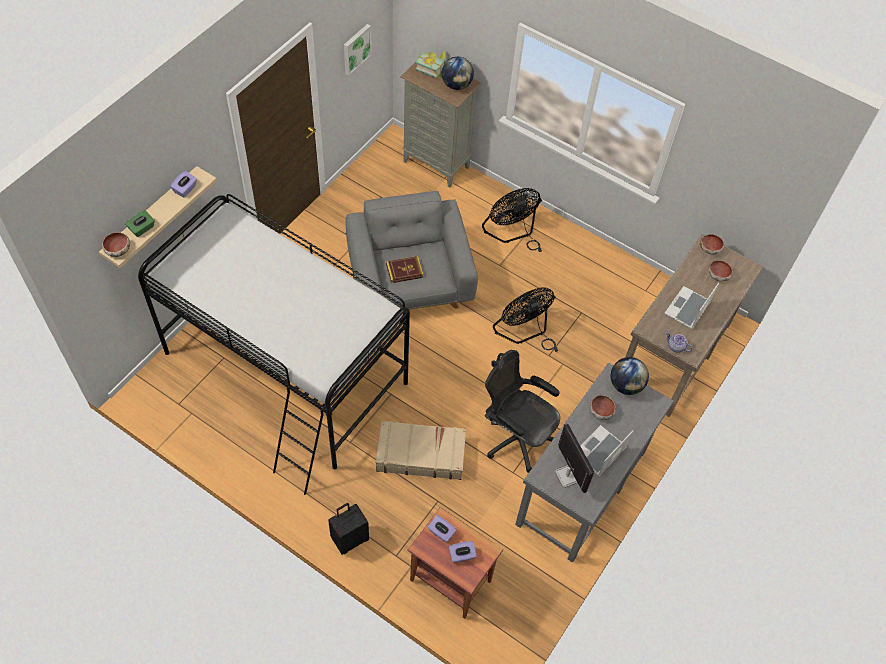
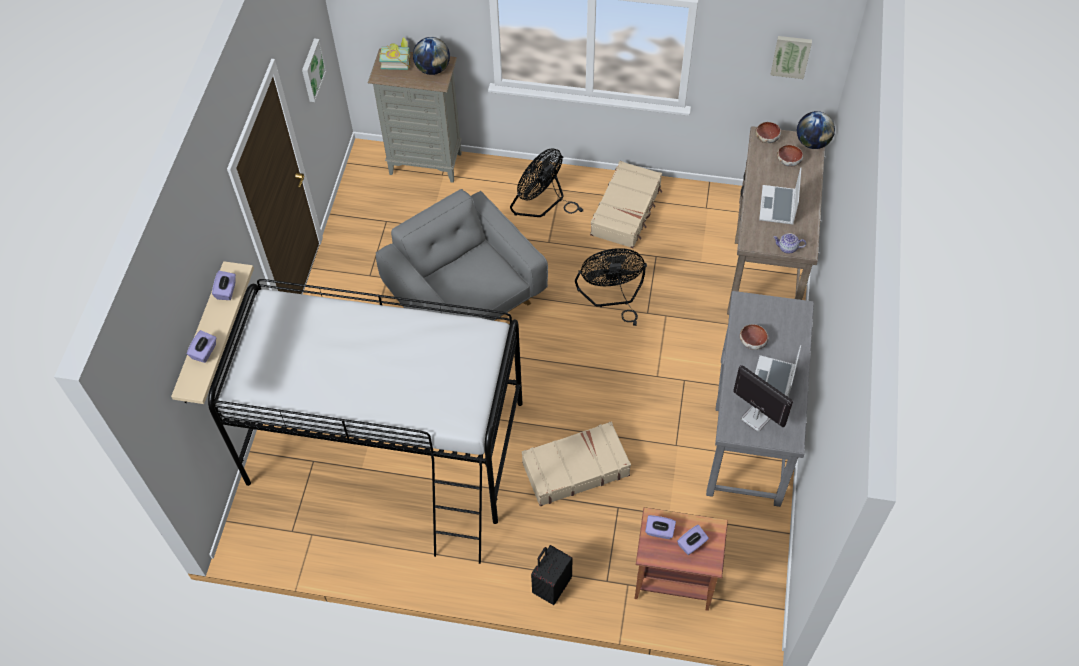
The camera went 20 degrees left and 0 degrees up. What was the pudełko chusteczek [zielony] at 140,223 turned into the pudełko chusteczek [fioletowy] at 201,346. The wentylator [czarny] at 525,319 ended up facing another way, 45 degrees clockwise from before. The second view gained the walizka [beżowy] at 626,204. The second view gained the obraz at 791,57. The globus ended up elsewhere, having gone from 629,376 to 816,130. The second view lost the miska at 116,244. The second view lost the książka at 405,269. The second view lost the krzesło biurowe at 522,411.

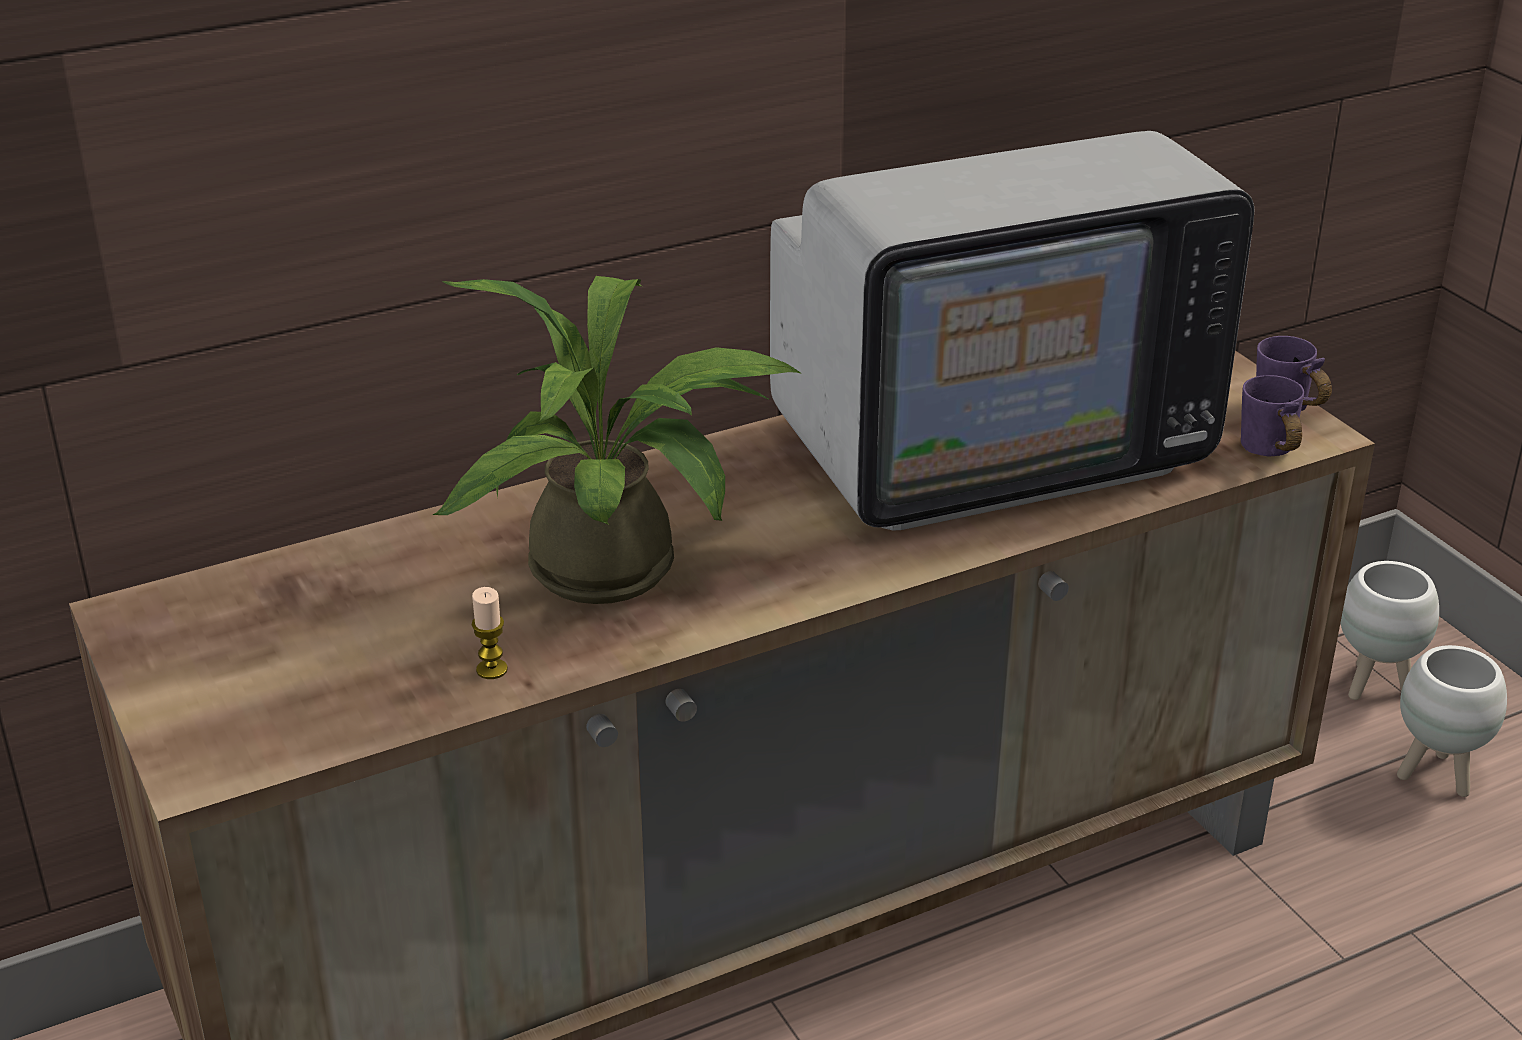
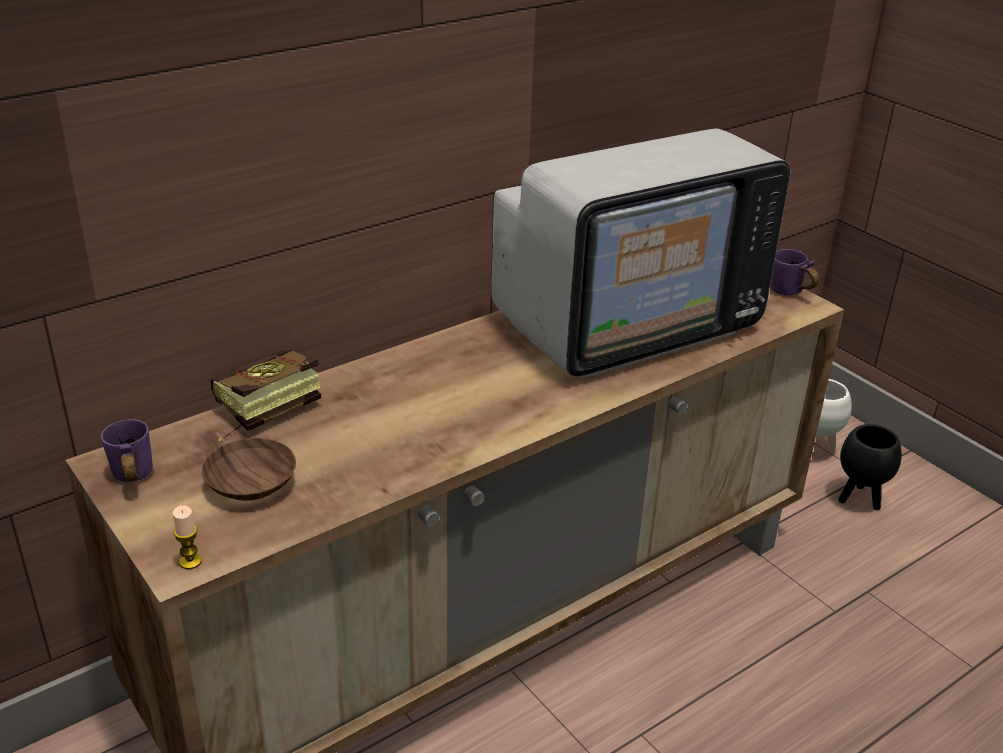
The camera went 10 degrees left and 0 degrees up. The kubek [fioletowy] ended up elsewhere, having gone from 1272,415 to 127,450. The świeca ended up elsewhere, having gone from 490,633 to 187,537. The second view gained the miska [brązowy] at 249,469. The second view gained the książka at 266,394. What was the donica [biały] at 1452,721 turned into the donica [czarny] at 870,467. The second view lost the roślina doniczkowa at 617,440.

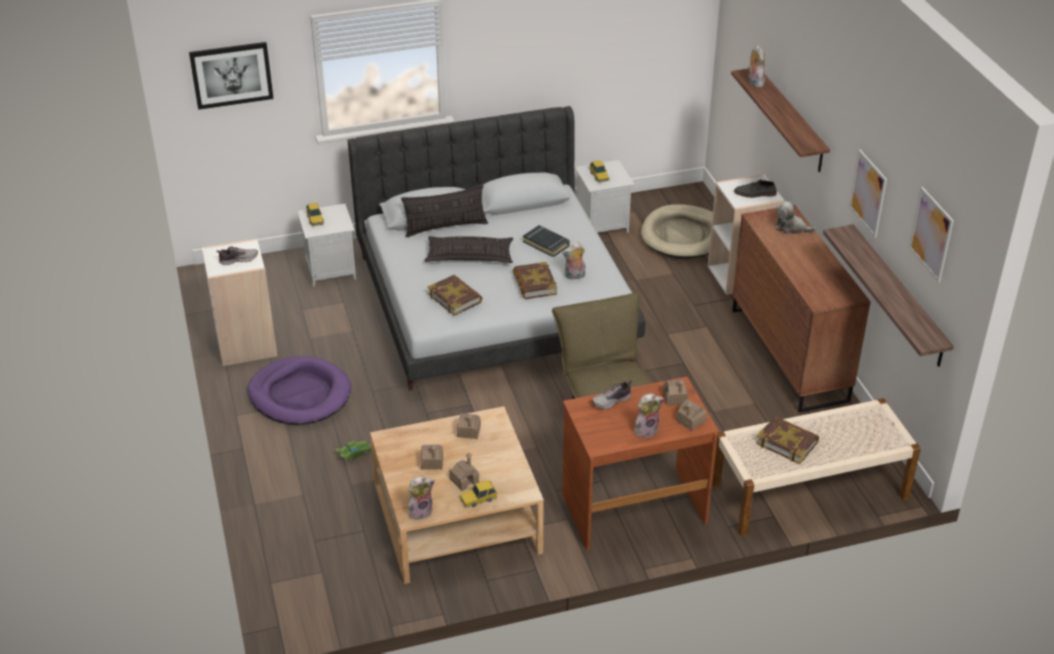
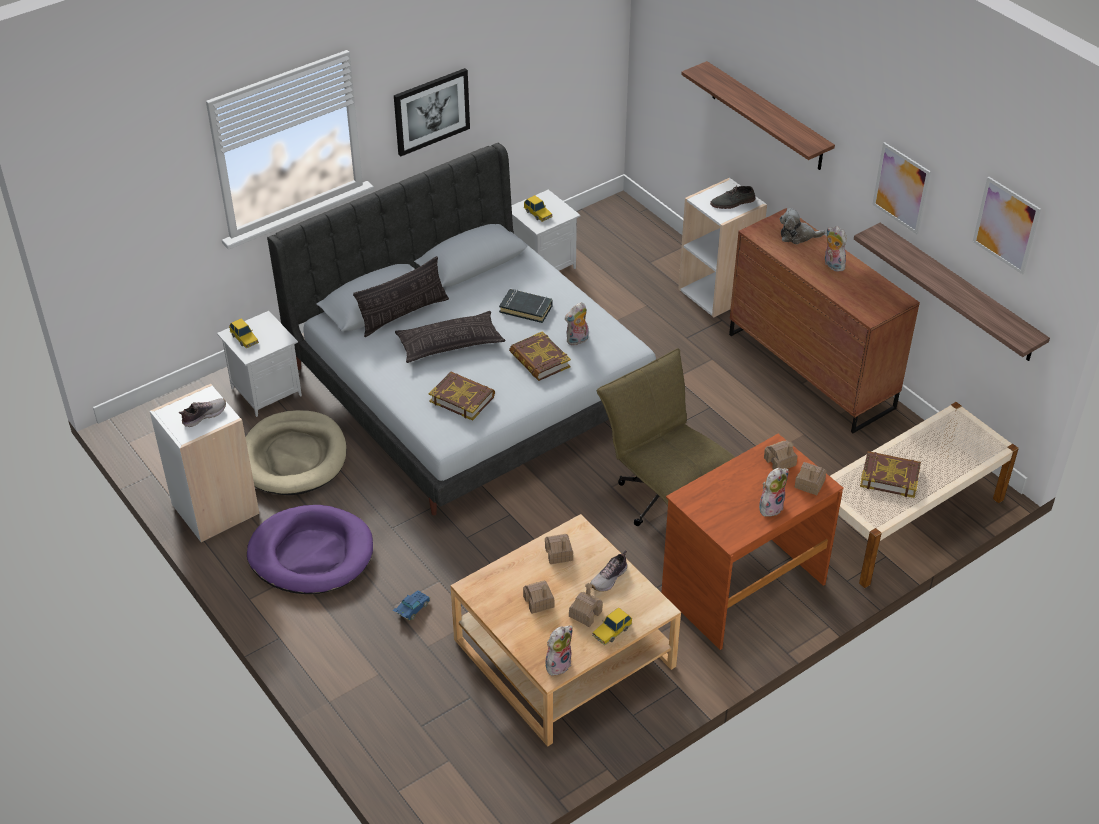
The camera went 20 degrees left and 5 degrees up. The legowisko [beżowy] ended up elsewhere, having gone from 677,231 to 296,452. What was the samochodzik [zielony] at 354,451 turned into the samochodzik [niebieski] at 411,605. The obraz ended up elsewhere, having gone from 231,76 to 432,112. The but ended up elsewhere, having gone from 611,394 to 608,571. The pluszak ended up elsewhere, having gone from 756,66 to 835,249.

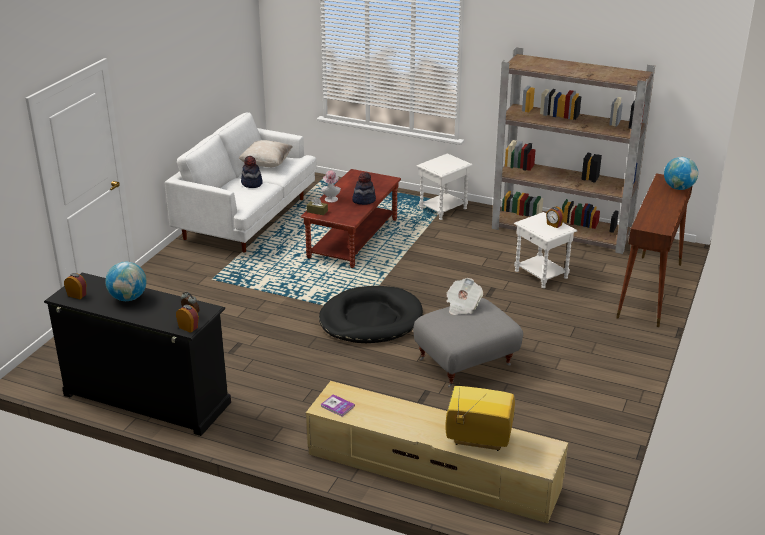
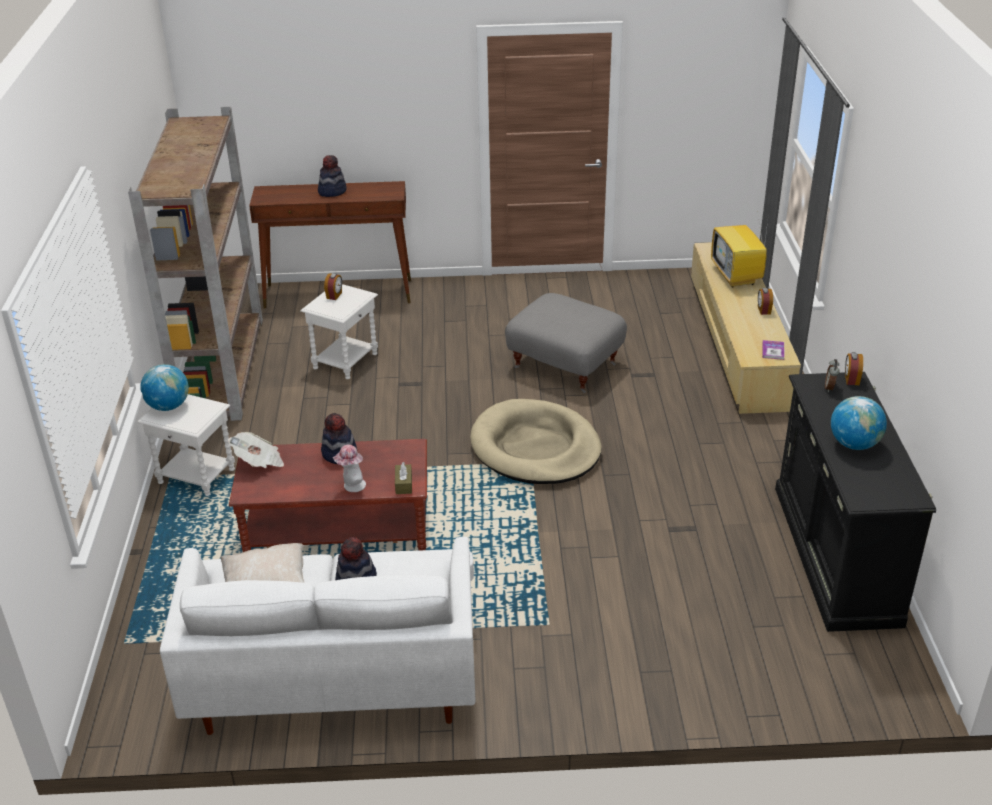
The camera went 115 degrees left and 5 degrees up. The globus ended up elsewhere, having gone from 681,173 to 164,387. The gazeta ended up elsewhere, having gone from 464,296 to 256,450. The second view gained the kapelusz at 332,176. What was the legowisko [czarny] at 371,314 turned into the legowisko [beżowy] at 536,441. The budzik ended up elsewhere, having gone from 75,286 to 765,301.

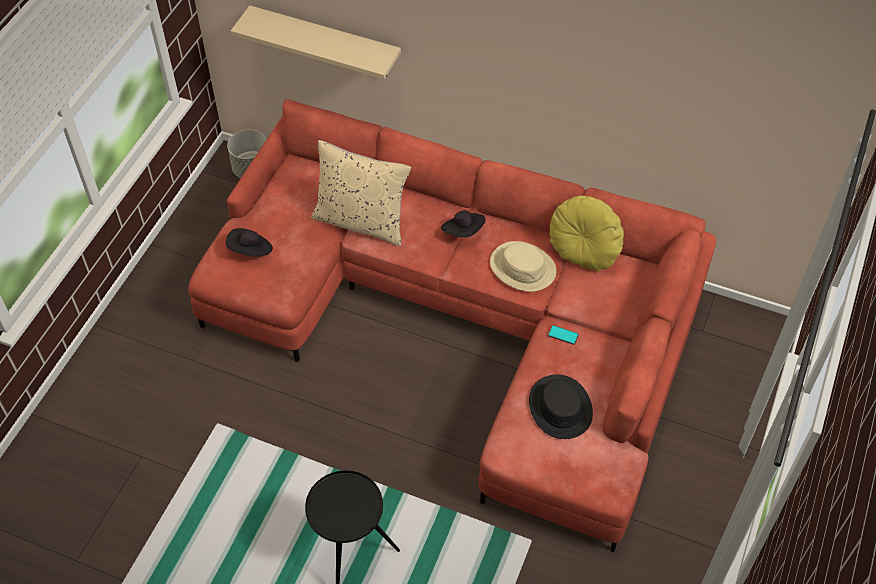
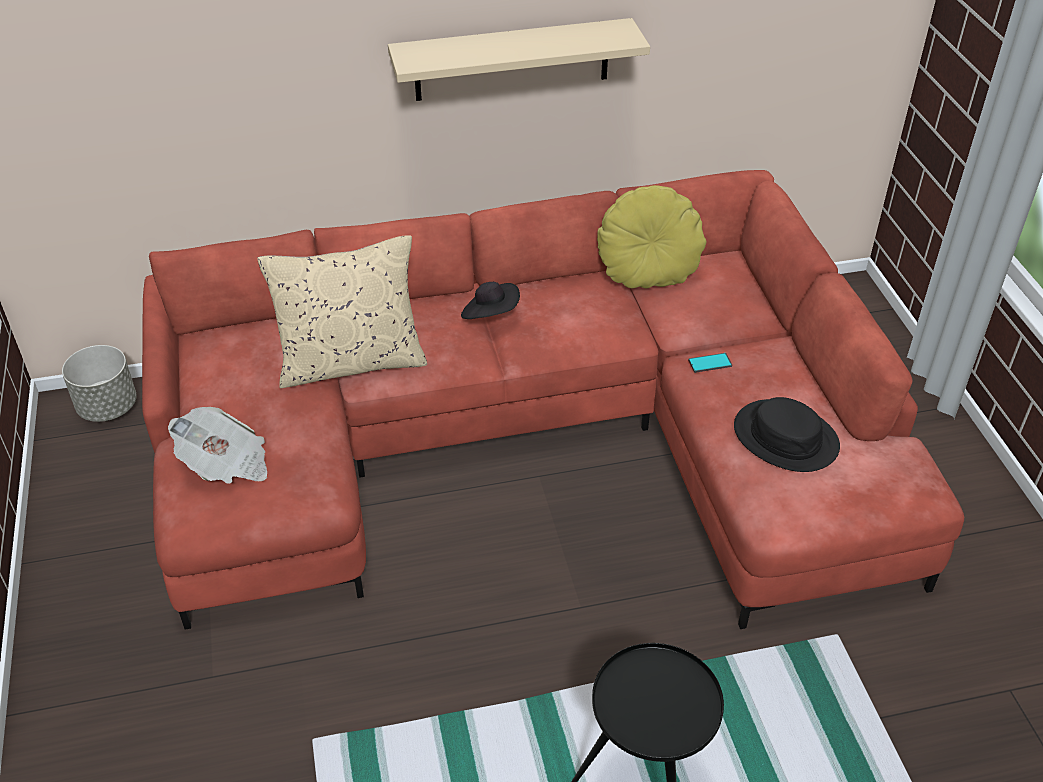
The camera went 35 degrees left and 10 degrees down. Where the kapelusz [czarny] stood at 249,242, the gazeta came to stand at 217,445. The półka [beżowy] ended up elsewhere, having gone from 316,42 to 519,59. The second view lost the kapelusz [beżowy] at 523,266.

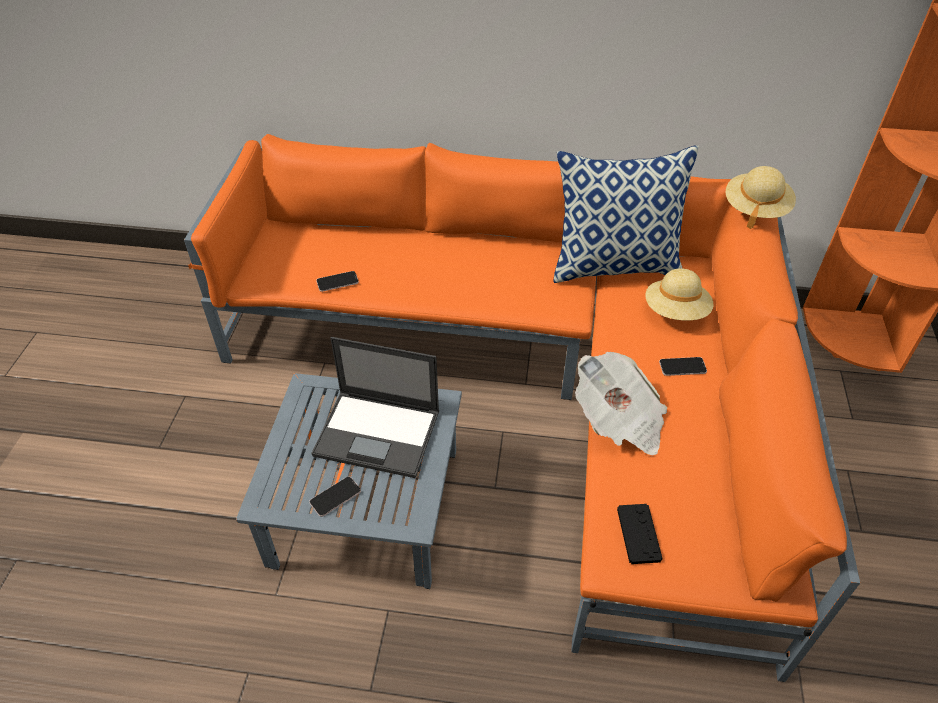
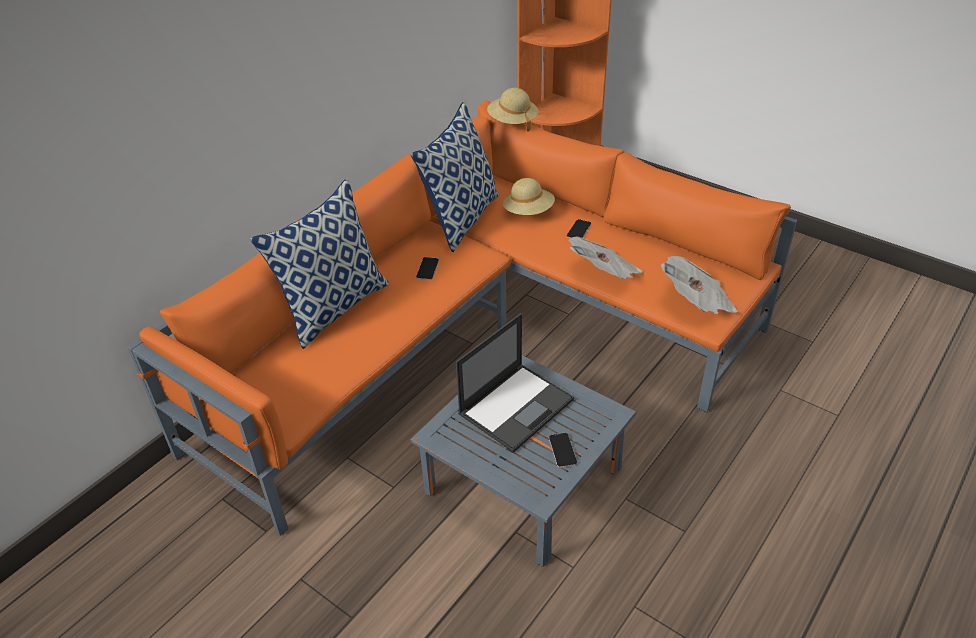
The camera went 60 degrees left and 5 degrees down. The second view gained the poduszka at 319,263. The telefon ended up elsewhere, having gone from 337,281 to 427,268. Where the pad do gier [czarny] stood at 640,534, the gazeta came to stand at 699,285.

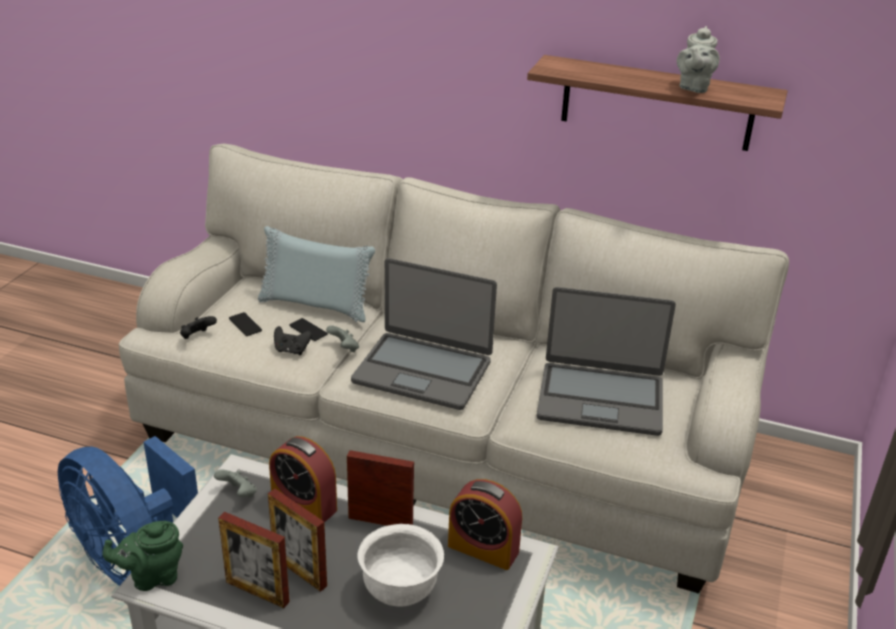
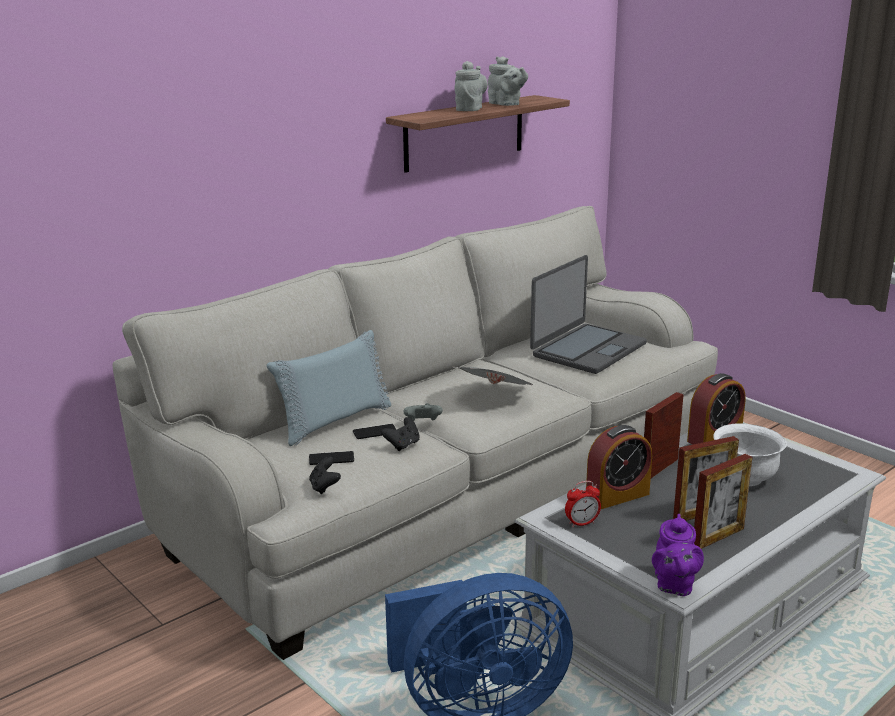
The camera went 60 degrees left and 10 degrees down. The second view gained the imbryk [szary] at 471,86. Where the laptop stood at 424,334, the gazeta came to stand at 493,376. Where the pad do gier [szary] stood at 235,484, the budzik came to stand at 583,504. What was the imbryk [zielony] at 143,556 turned into the imbryk [fioletowy] at 678,555.

